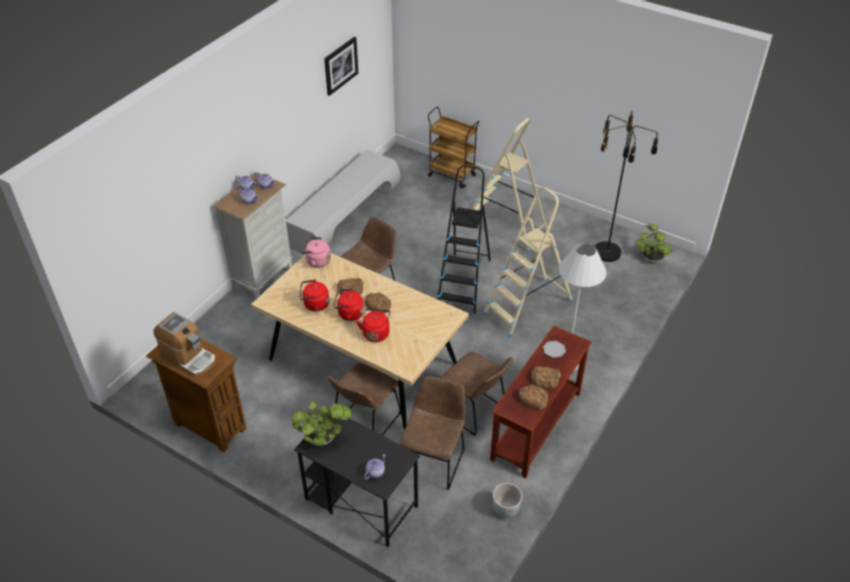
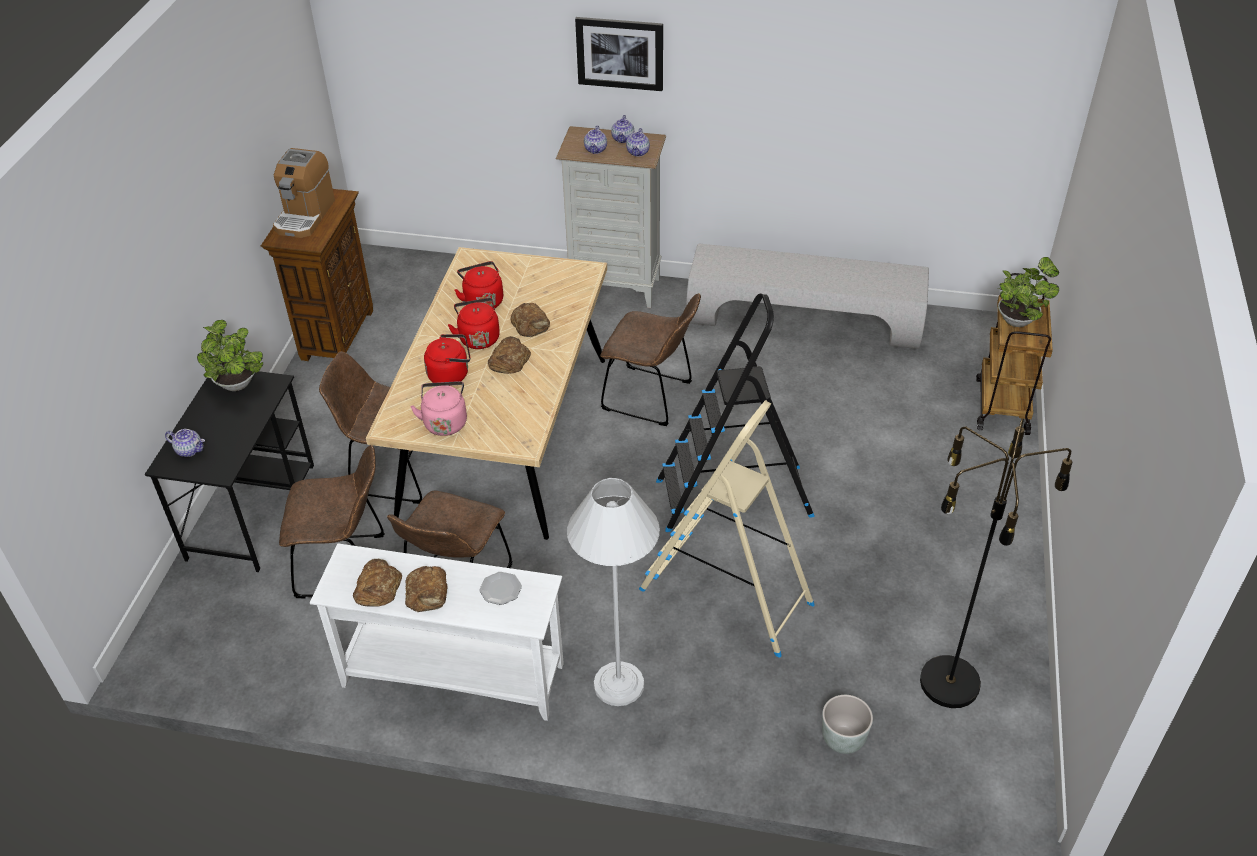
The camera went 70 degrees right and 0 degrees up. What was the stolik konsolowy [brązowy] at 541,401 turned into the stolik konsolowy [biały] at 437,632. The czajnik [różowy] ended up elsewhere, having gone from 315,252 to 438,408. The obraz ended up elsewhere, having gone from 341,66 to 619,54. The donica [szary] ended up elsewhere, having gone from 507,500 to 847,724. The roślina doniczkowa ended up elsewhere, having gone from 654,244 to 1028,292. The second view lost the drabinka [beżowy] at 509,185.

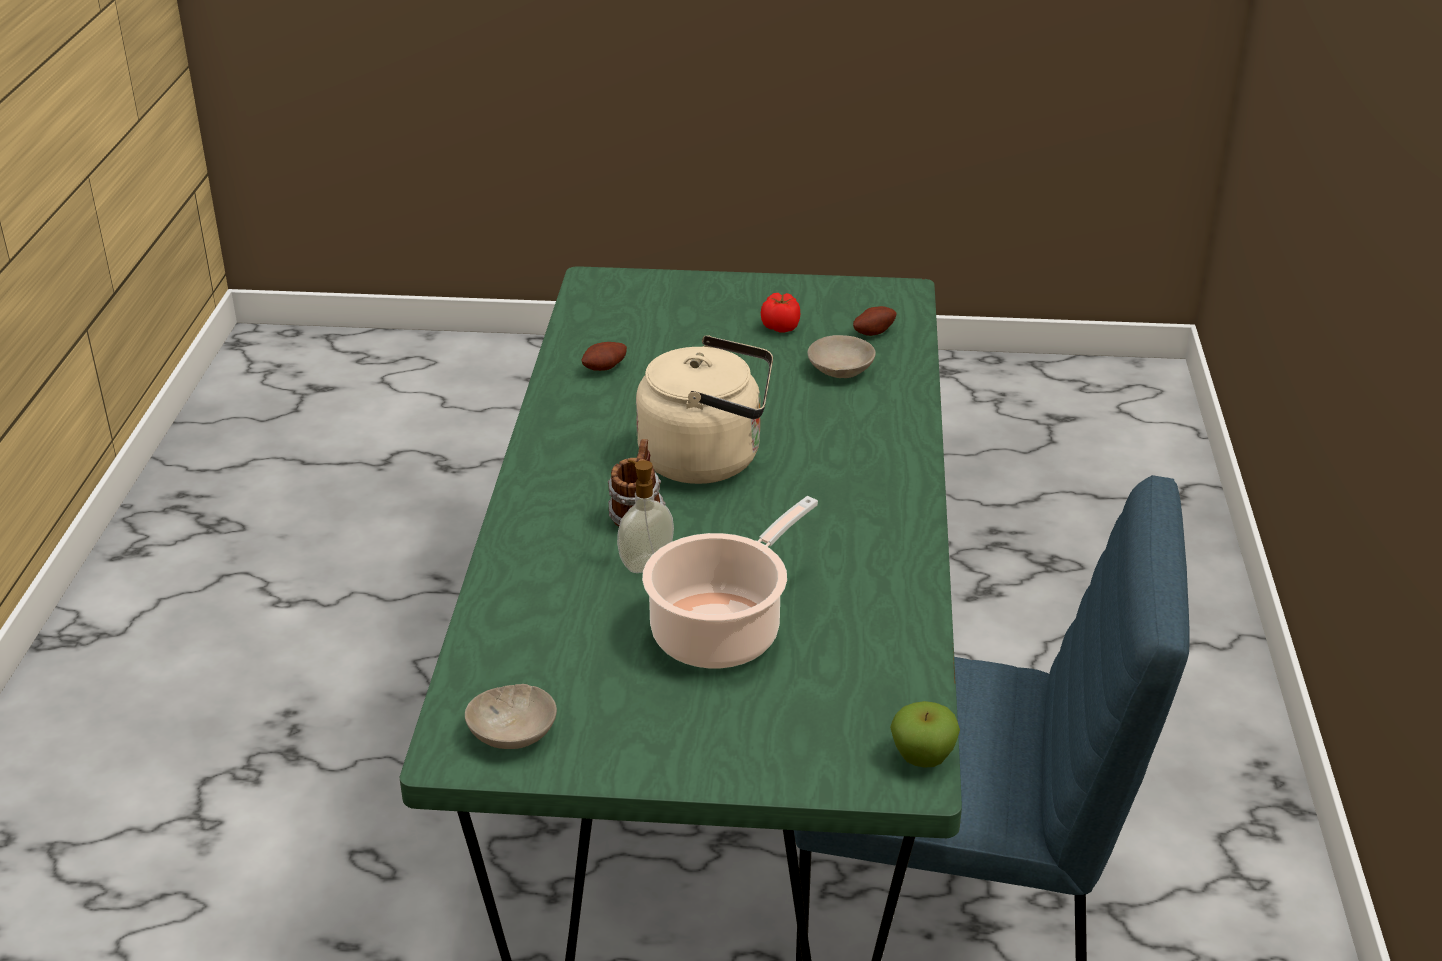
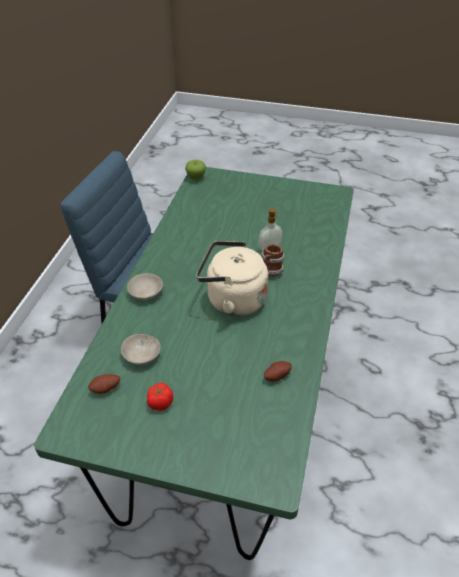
The camera went 170 degrees left and 10 degrees up. The miska [beżowy] ended up elsewhere, having gone from 511,716 to 145,286. The second view lost the garnek at 730,582.

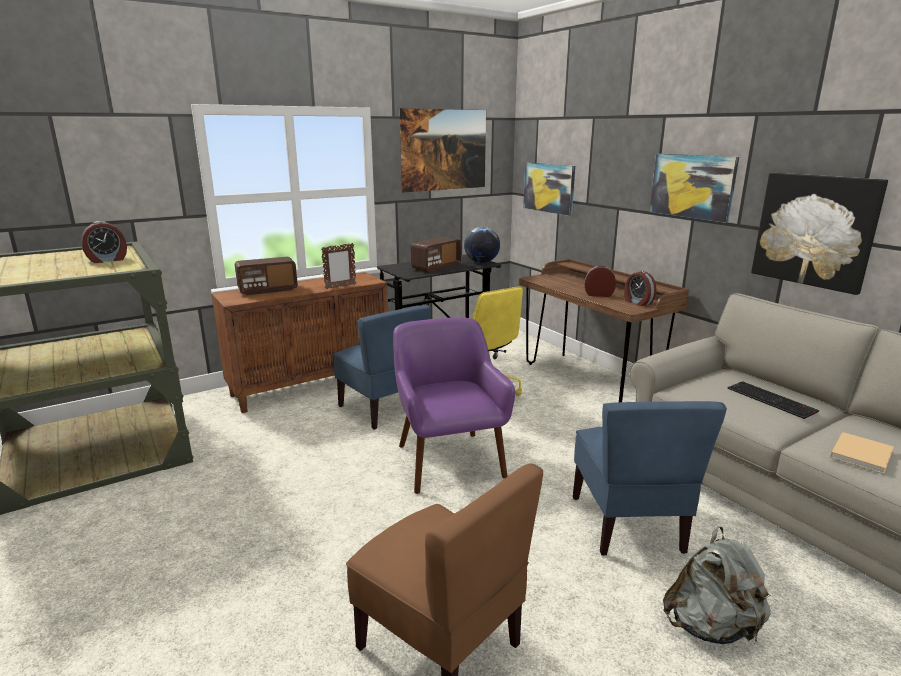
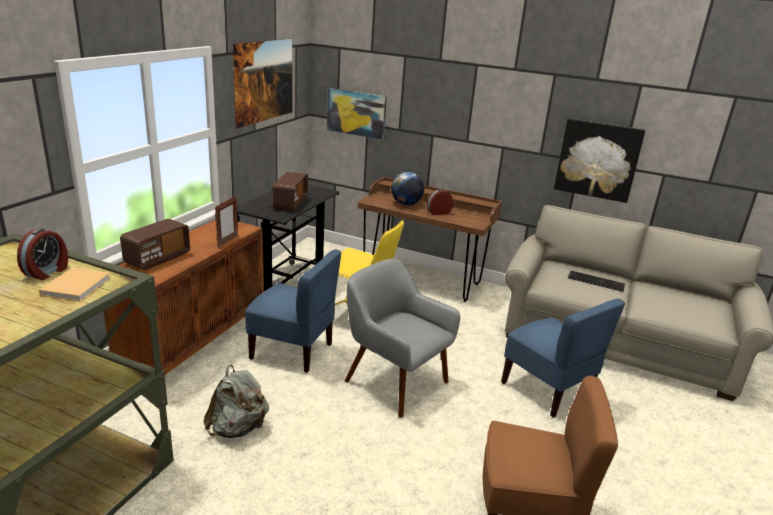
The camera went 35 degrees left and 5 degrees up. The książka [beżowy] ended up elsewhere, having gone from 862,453 to 75,284. The plecak [szary] ended up elsewhere, having gone from 717,585 to 236,401. What was the fotel [fioletowy] at 454,405 turned into the fotel [szary] at 402,338. The globus ended up elsewhere, having gone from 482,245 to 407,188. The second view lost the budzik at 640,288. The second view lost the obraz at 694,188.

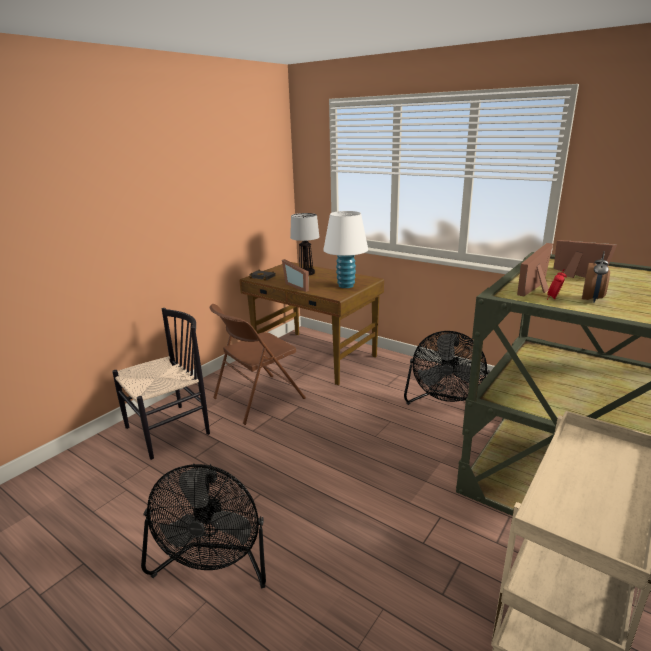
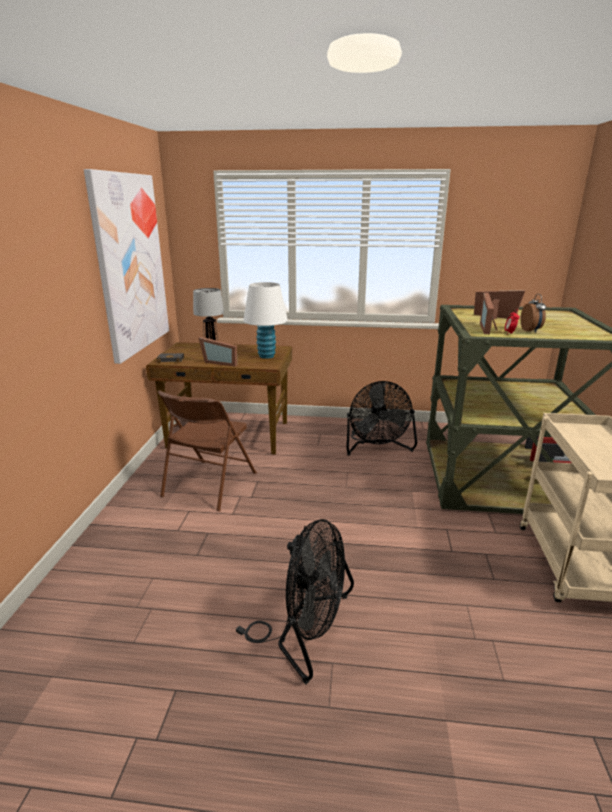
The camera went 30 degrees left and 0 degrees up. The second view gained the obraz at 126,266. The wentylator [czarny] at 203,526 ended up facing another way, 45 degrees counterclockwise from before. The second view lost the krzesło [czarny] at 161,384.

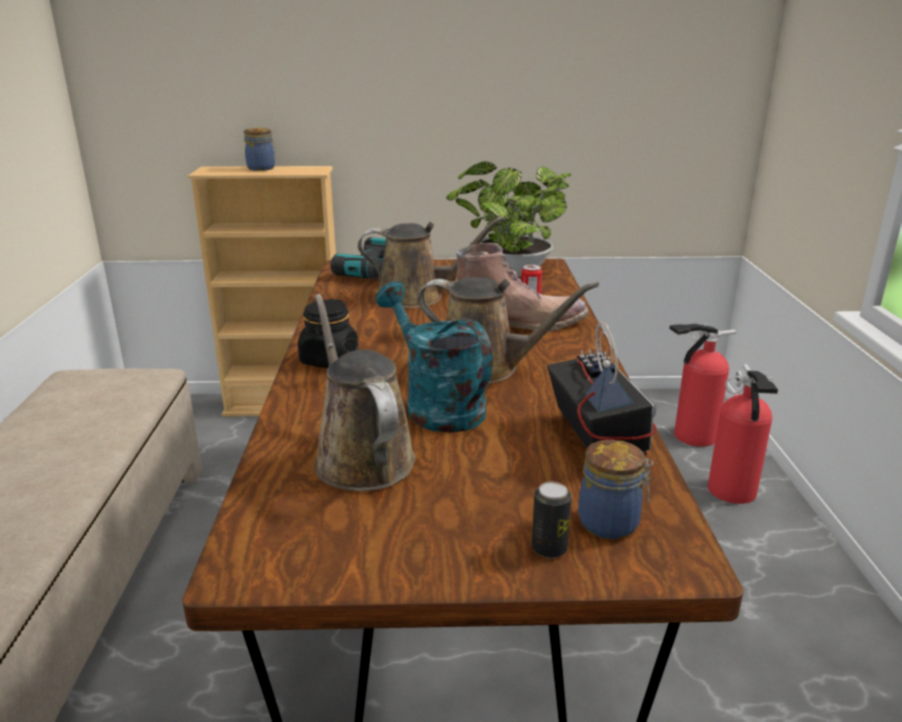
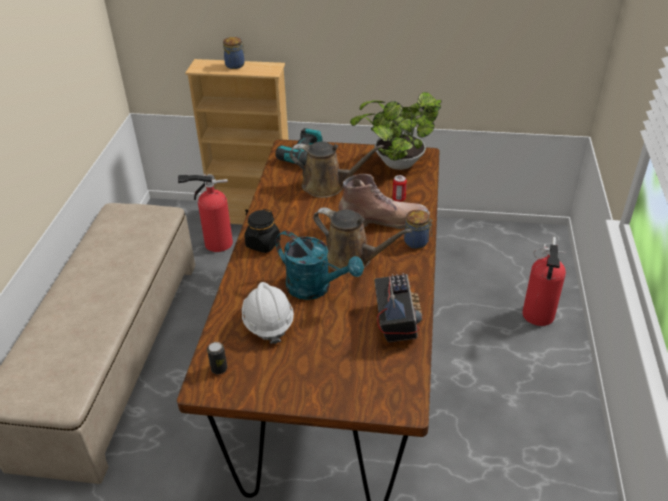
The camera went 10 degrees right and 15 degrees up. The gaśnica ended up elsewhere, having gone from 703,385 to 205,213. The puszka ended up elsewhere, having gone from 552,520 to 217,358. Where the konewka [brązowy] stood at 365,392, the kask [biały] came to stand at 268,313. The konewka [turkusowy] at 434,357 ended up facing another way, 150 degrees clockwise from before. The słoik ended up elsewhere, having gone from 615,489 to 418,229.

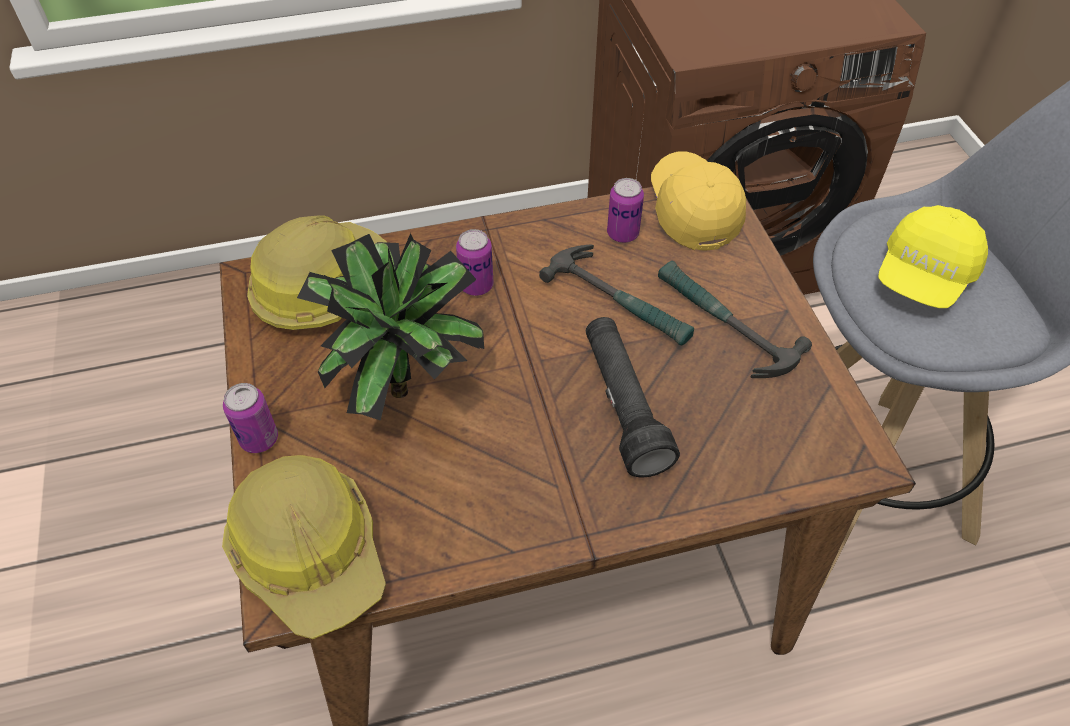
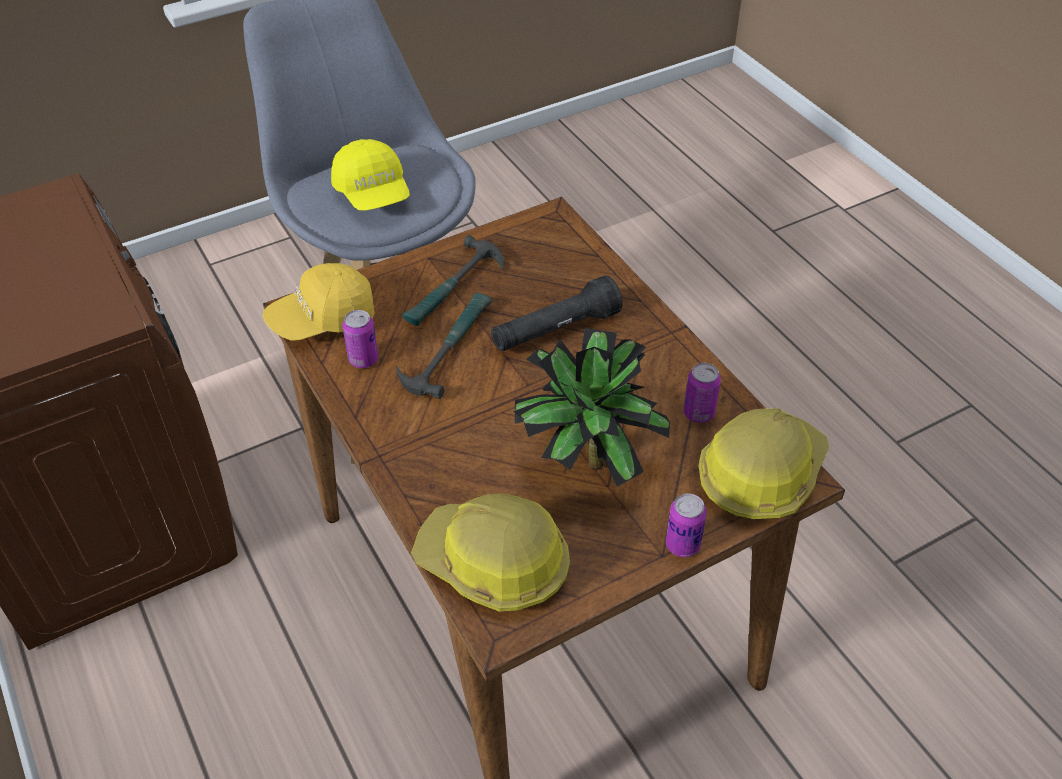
The camera went 105 degrees left and 5 degrees down. The czapka z daszkiem [żółty] at 933,256 ended up facing another way, 45 degrees clockwise from before. The puszka ended up elsewhere, having gone from 475,262 to 702,393.

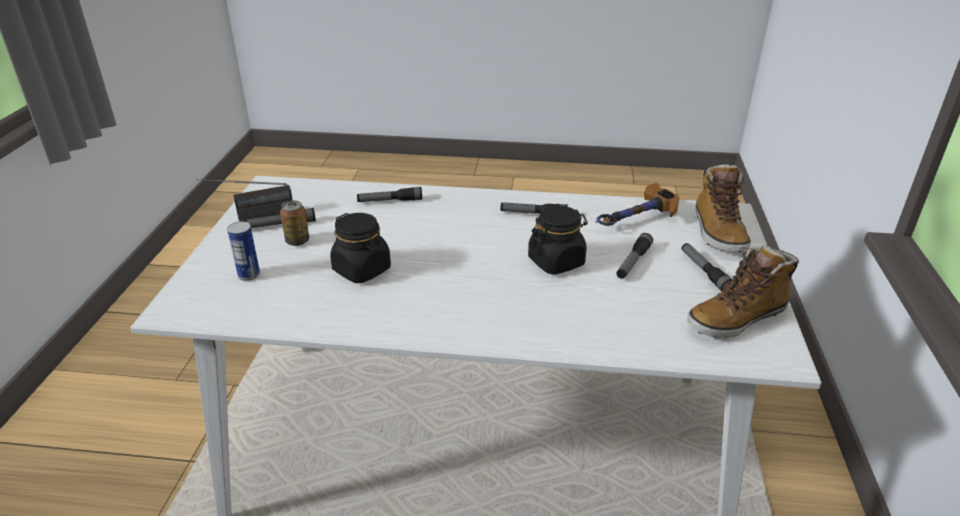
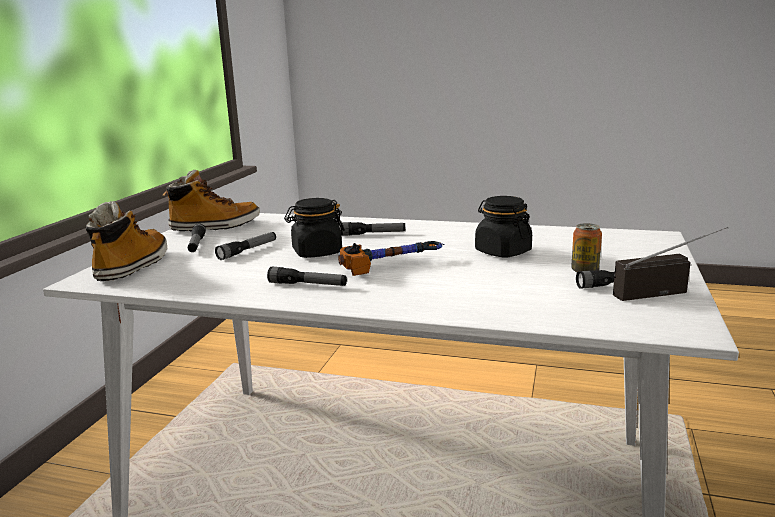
The camera went 170 degrees left and 15 degrees down. The młotek ended up elsewhere, having gone from 637,204 to 391,258. The latarka ended up elsewhere, having gone from 389,194 to 373,229. The second view lost the puszka at 243,251.

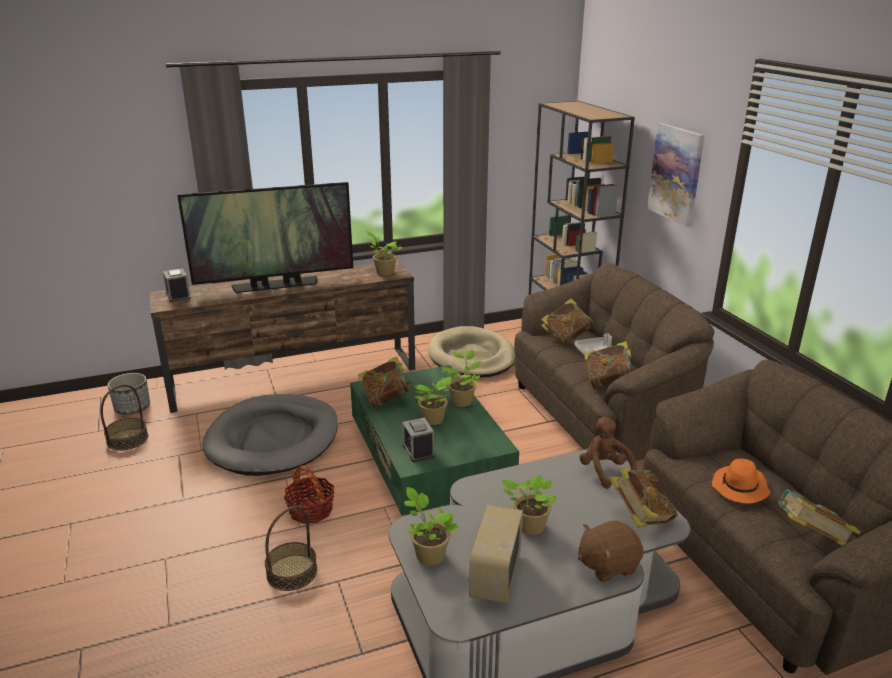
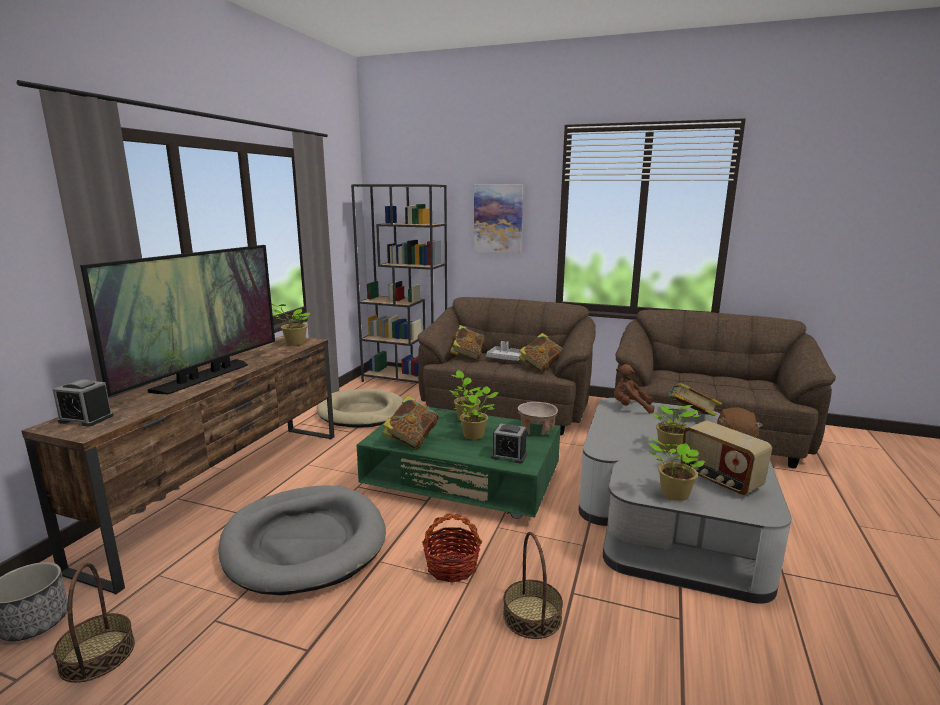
The camera went 50 degrees left and 10 degrees down. The second view gained the miska [beżowy] at 538,418. The second view lost the kapelusz [pomarańczowy] at 741,481. The second view lost the książka at 818,517.

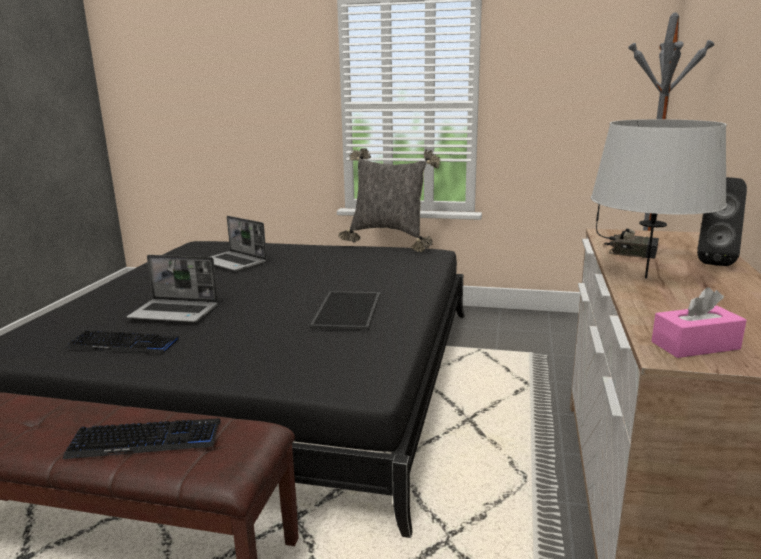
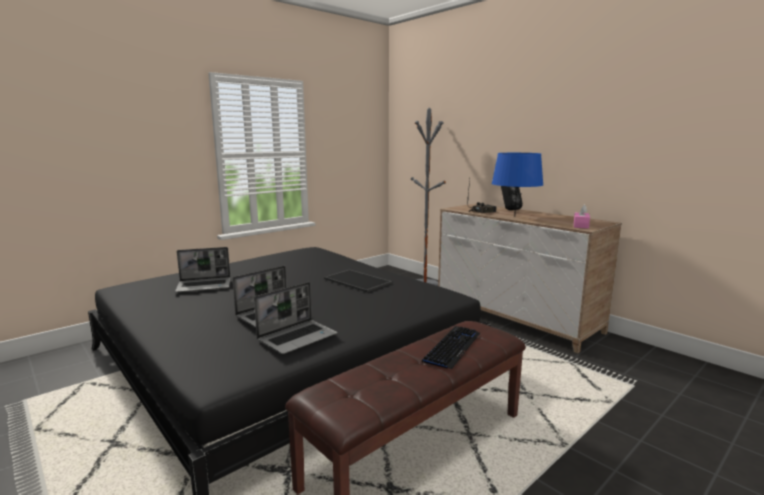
The camera went 55 degrees left and 5 degrees down. Where the klawiatura stood at 122,341, the laptop came to stand at 295,318. What was the lampa stołowa [szary] at 659,199 turned into the lampa stołowa [niebieski] at 517,185. The second view lost the poduszka at 389,200.

